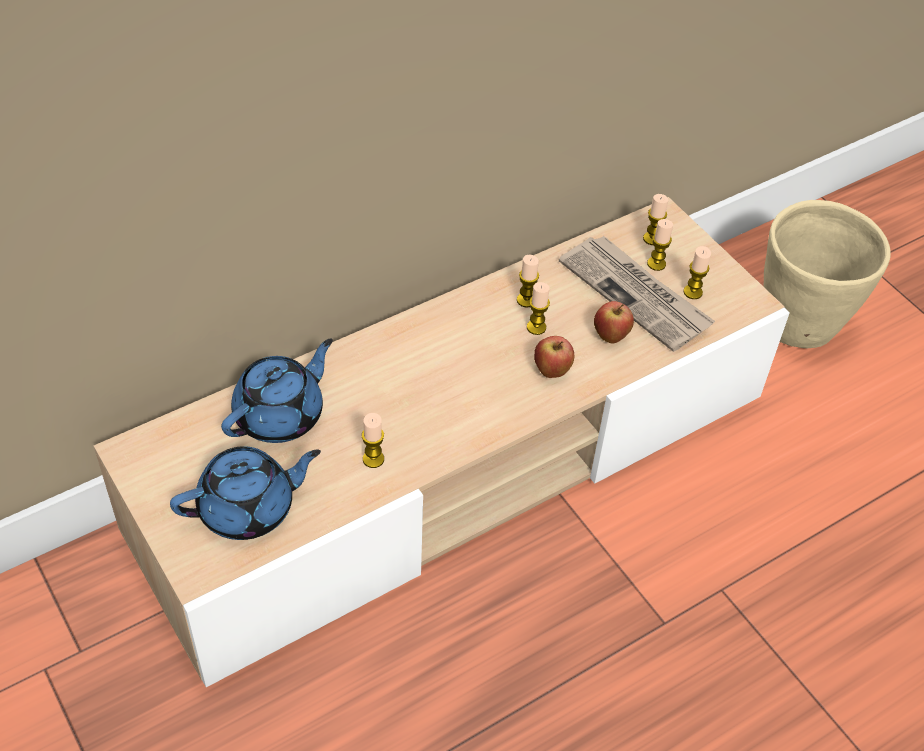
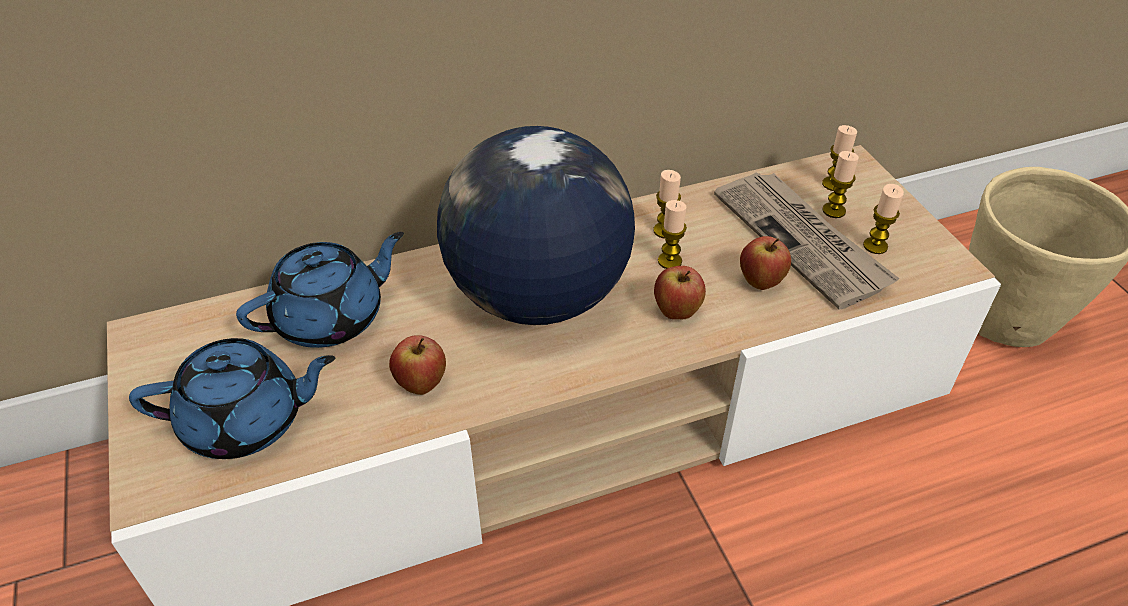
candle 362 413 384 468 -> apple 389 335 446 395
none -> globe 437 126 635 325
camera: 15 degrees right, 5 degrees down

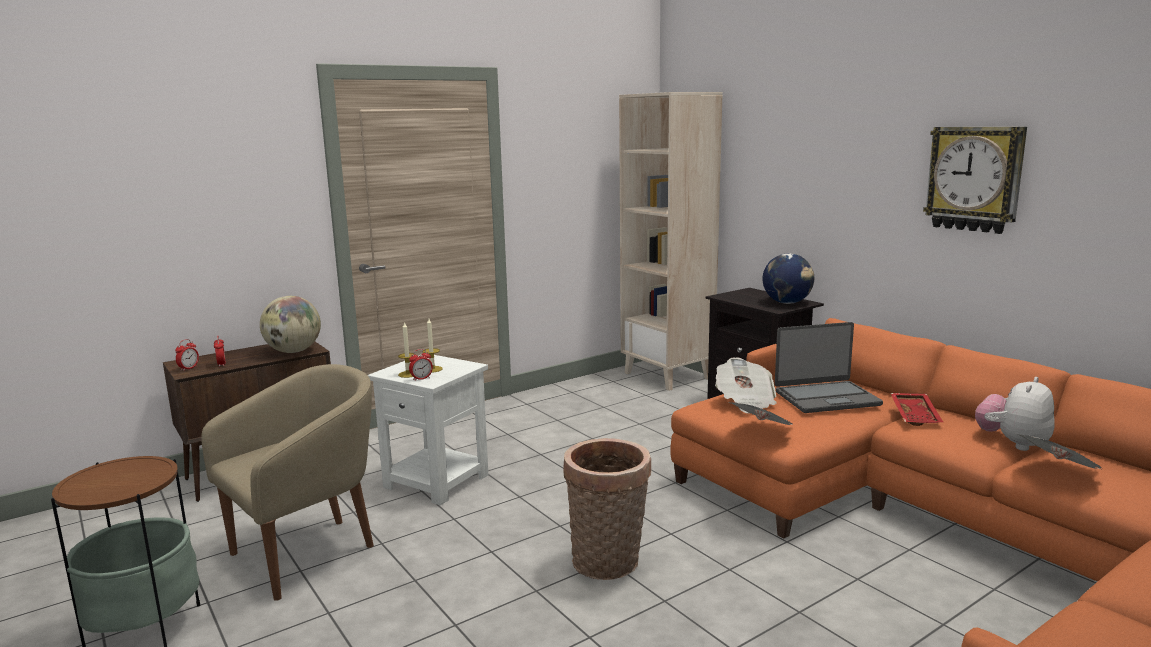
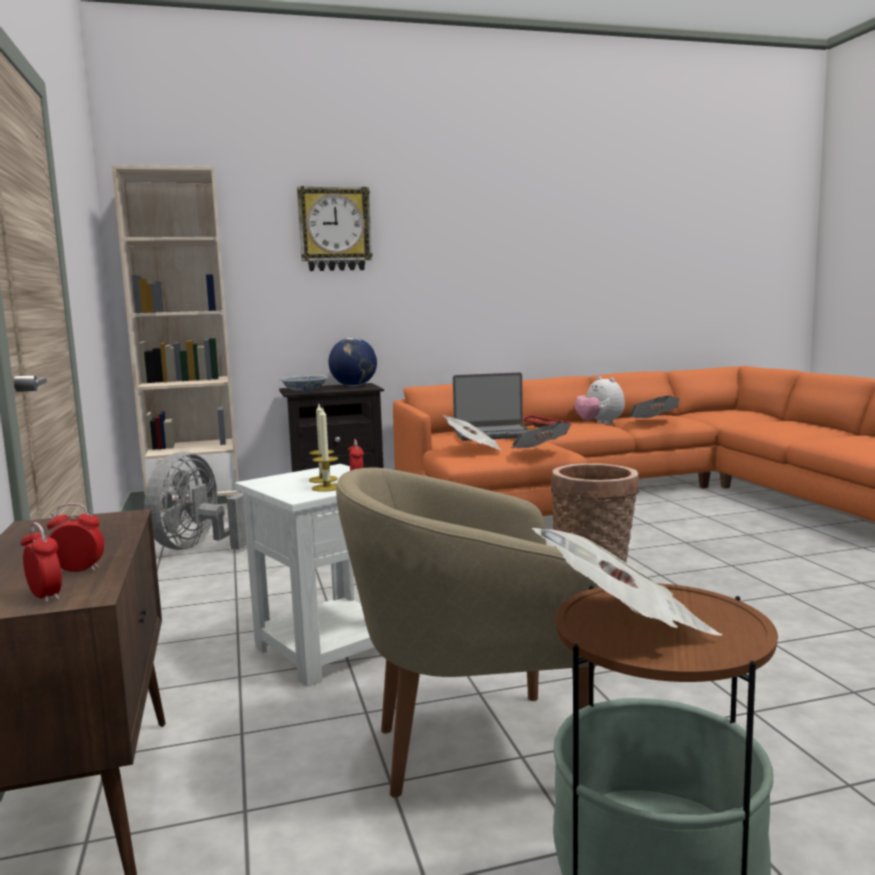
armchair in beige 201 364 374 601 -> armchair in beige 336 467 599 798, 75 degrees counterclockwise
globe 260 296 321 353 -> none
laptop 775 322 883 413 -> laptop 453 372 531 441, 75 degrees clockwise
wall clock 923 127 1027 234 -> wall clock 297 186 373 271, shifted
none -> fan in grey 144 452 247 550
none -> bowl 279 375 328 391
none -> newspaper 532 528 722 636
camera: 70 degrees left, 5 degrees down

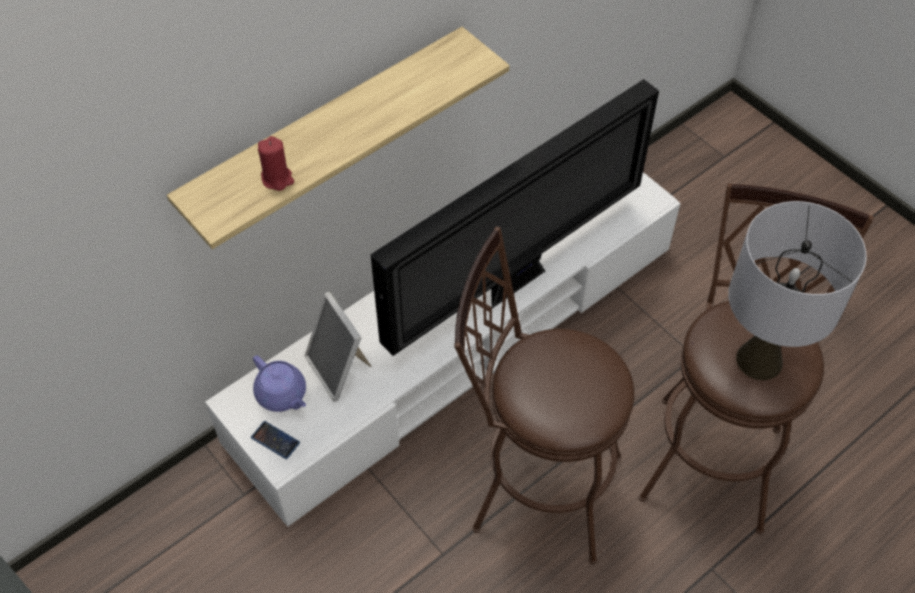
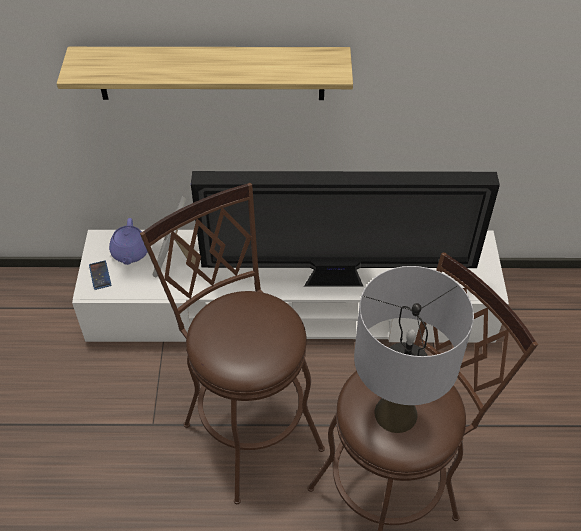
candle in red 258 136 294 191 -> none
camera: 40 degrees right, 5 degrees down

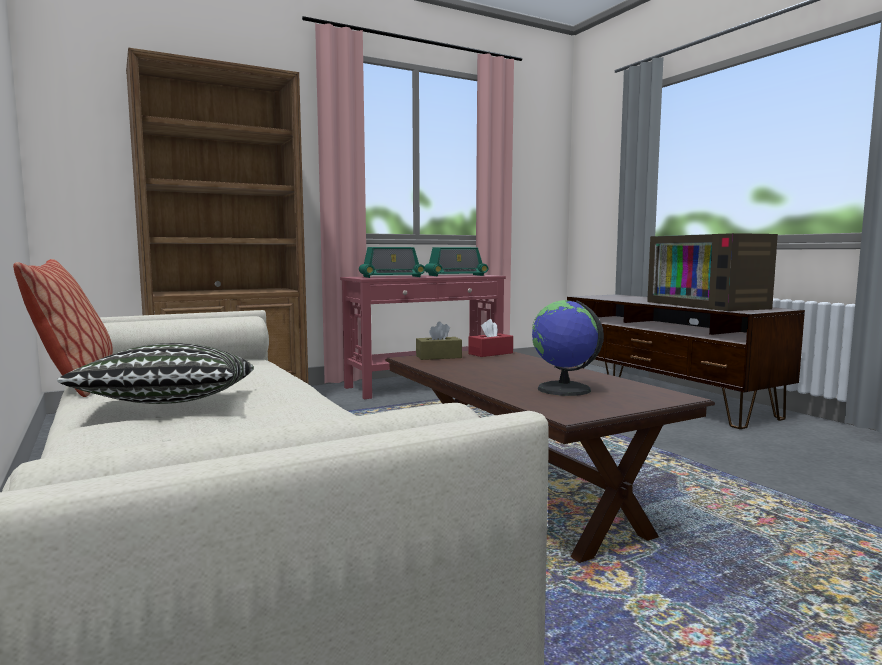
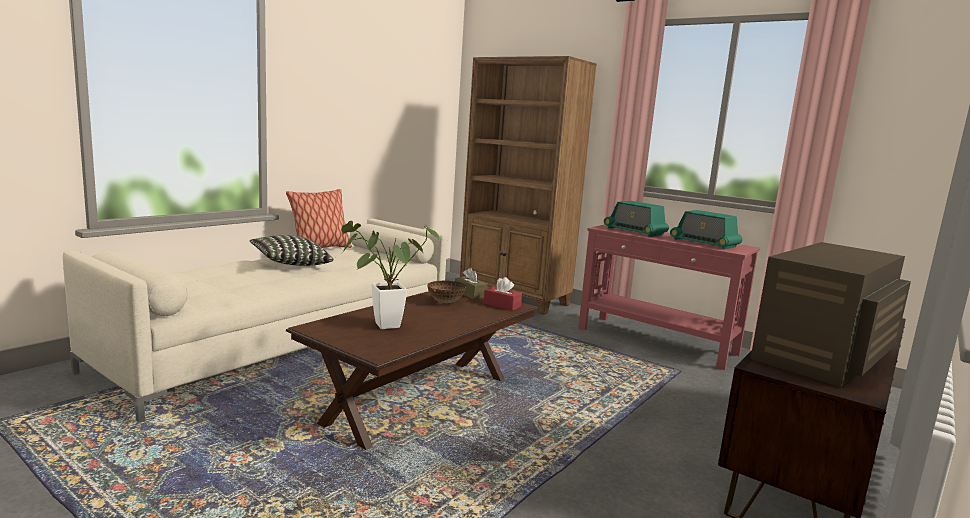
globe 532 300 604 396 -> potted plant 341 221 440 329
none -> bowl 428 281 466 303
camera: 65 degrees right, 5 degrees up

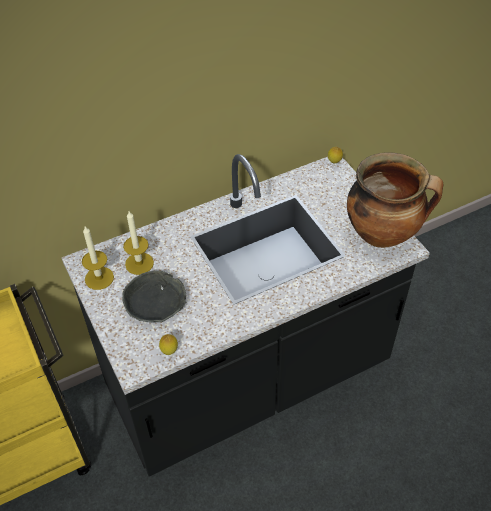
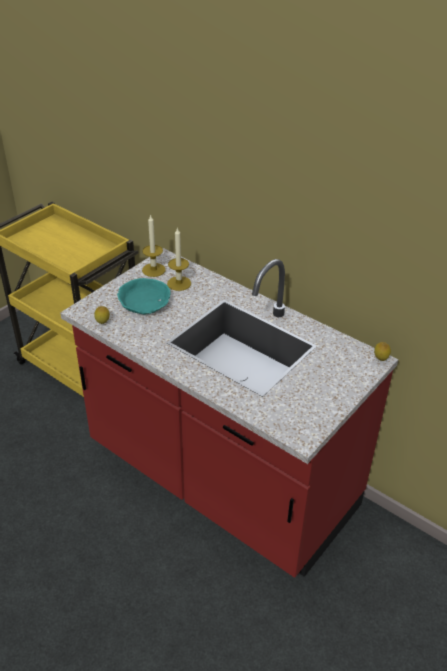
counter in black 62 154 430 476 -> counter in red 60 248 398 578
bowl in grey 122 271 186 323 -> bowl in turquoise 117 278 171 315
cooking pot 347 152 444 248 -> none
camera: 65 degrees right, 10 degrees down

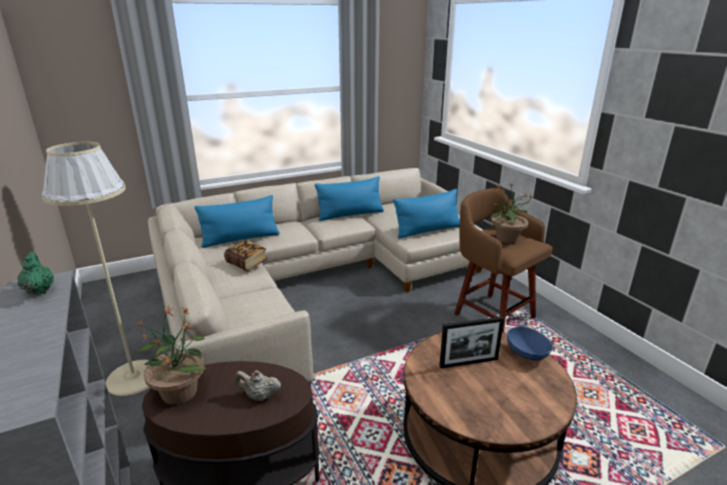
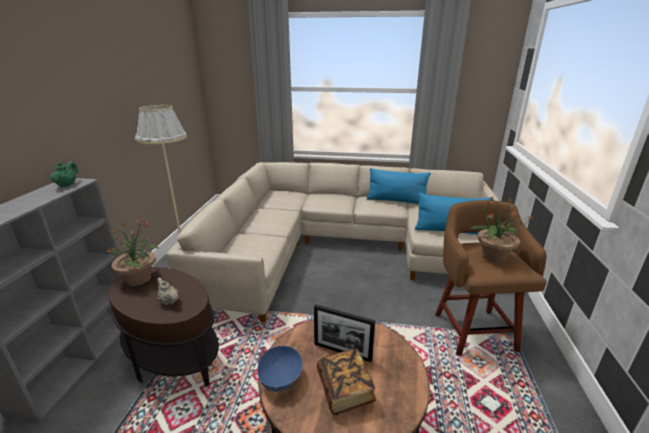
pillow in blue 195 195 279 248 -> none
book 224 240 268 271 -> book 317 349 376 415, shifted
bowl in blue 507 326 553 361 -> bowl in blue 257 346 303 391, shifted
camera: 35 degrees right, 0 degrees up

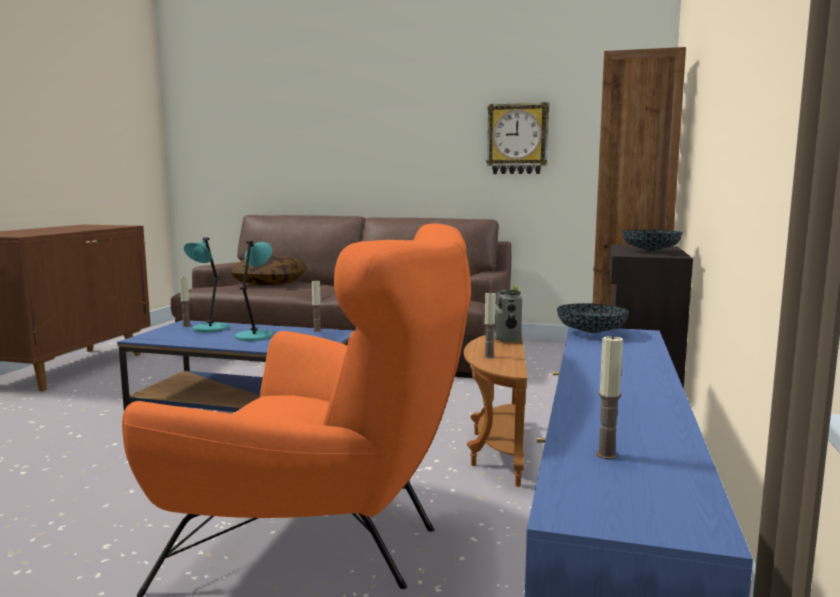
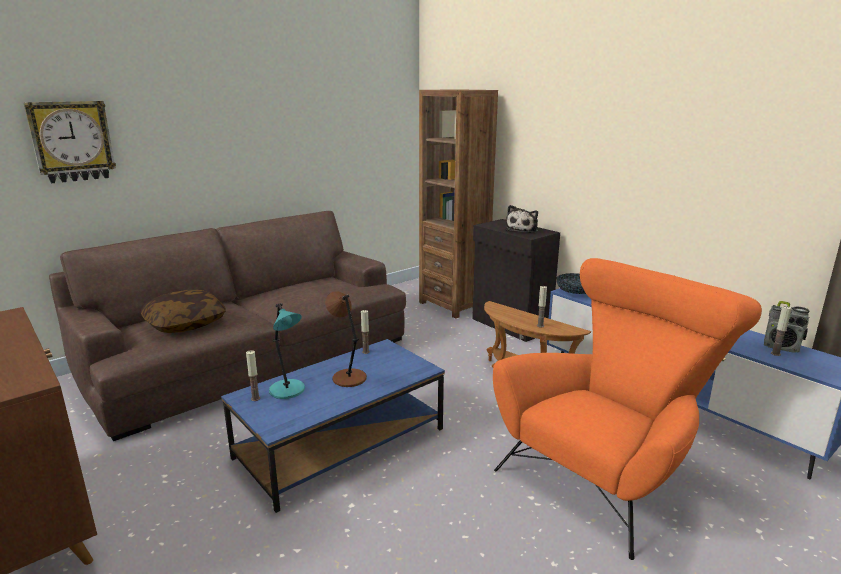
table lamp in turquoise 235 241 273 341 -> table lamp in brown 325 291 367 387
wall clock 487 102 549 174 -> wall clock 23 101 116 183, shifted
radio 494 285 522 343 -> radio 764 301 810 353, shifted
bowl 622 230 683 252 -> plush toy 505 205 538 233
camera: 55 degrees left, 10 degrees up

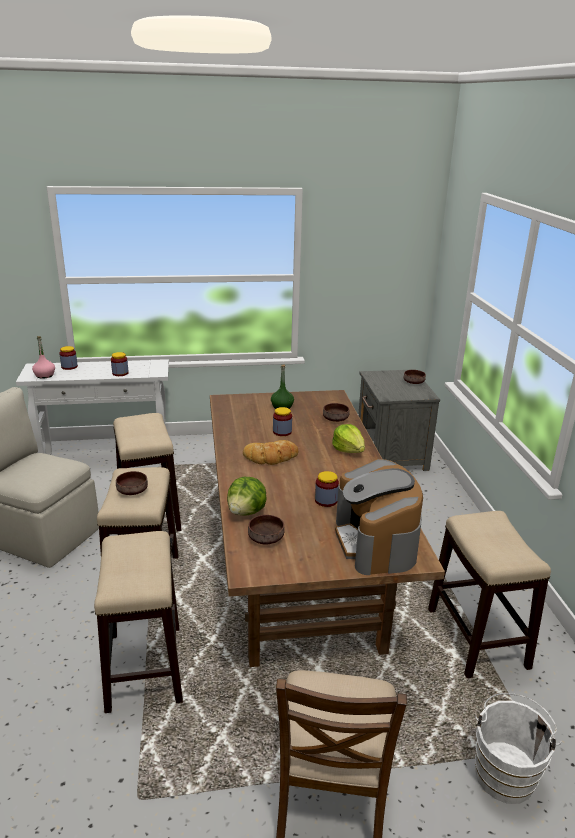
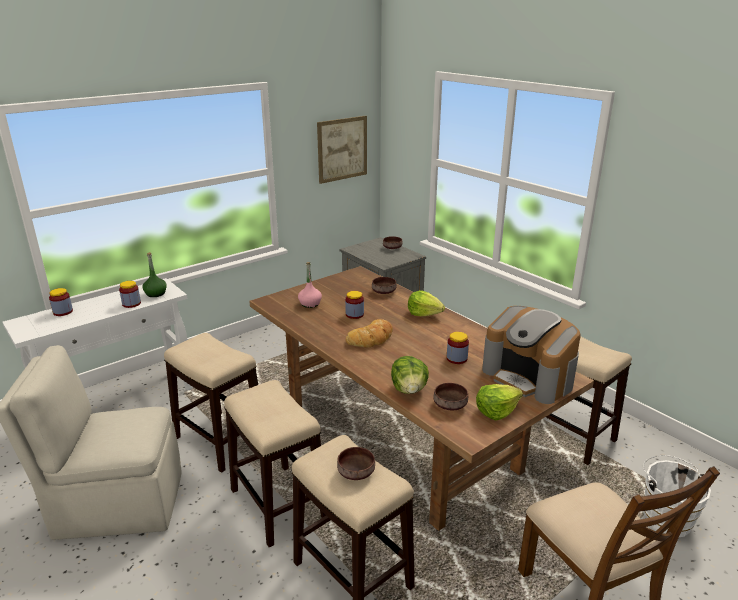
bottle in pink 32 336 55 379 -> bottle in pink 298 262 322 308, shifted
bowl in brown 116 471 148 495 -> bowl in brown 337 447 375 480, shifted
bottle in green 271 364 294 409 -> bottle in green 142 252 167 297, shifted
none -> picture 317 116 367 184
none -> lettuce 476 384 523 420
camera: 30 degrees left, 0 degrees up

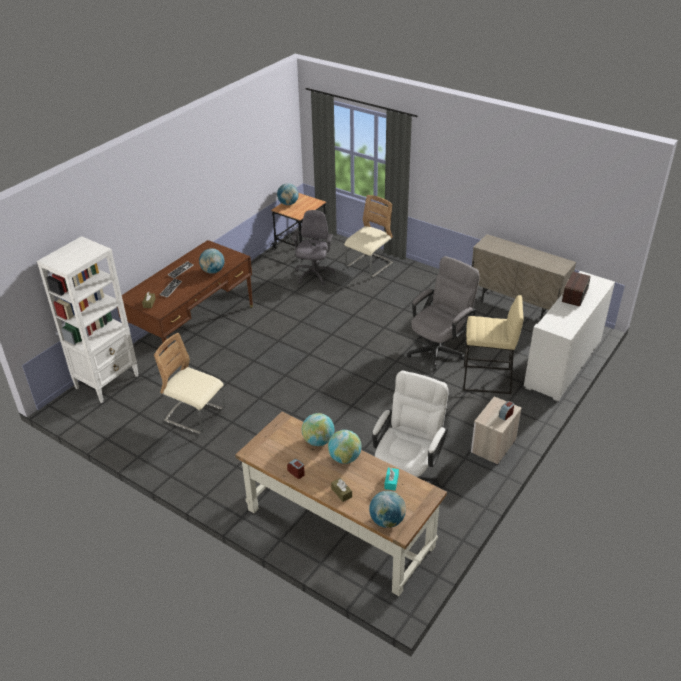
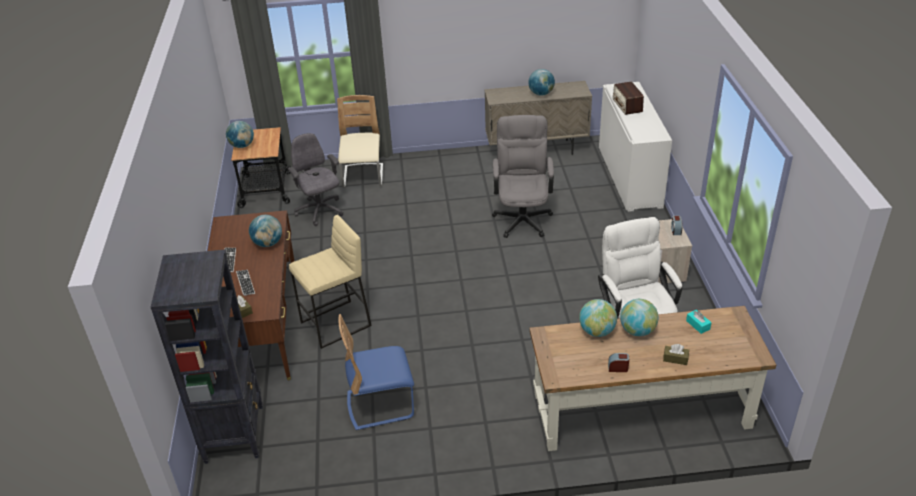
bookcase in white 37 236 139 403 -> bookcase in black 151 250 263 464
chair in beige 154 333 225 434 -> chair in blue 338 314 414 430
globe 369 491 406 528 -> globe 528 69 555 96, shifted
stool in beige 463 295 524 394 -> stool in beige 289 215 372 349, shifted
camera: 40 degrees left, 0 degrees up

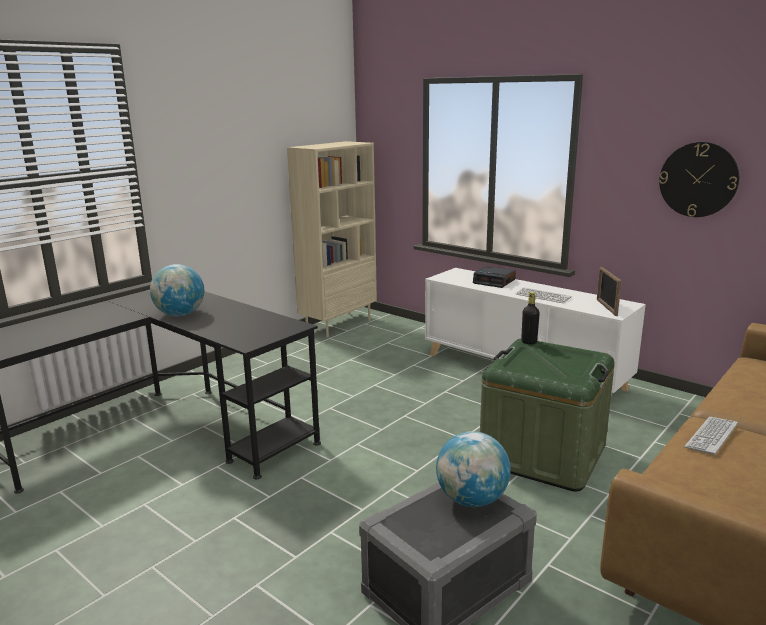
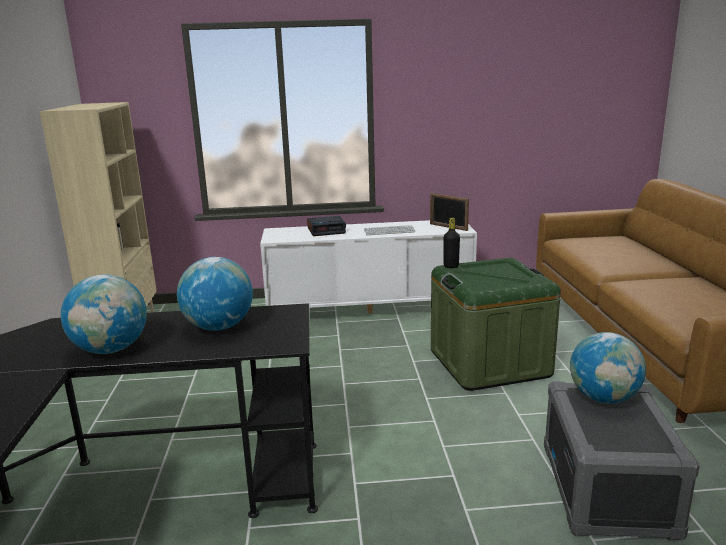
wall clock 659 142 739 217 -> none
keyboard 684 417 738 455 -> none
none -> globe 177 257 253 331
camera: 45 degrees left, 0 degrees up

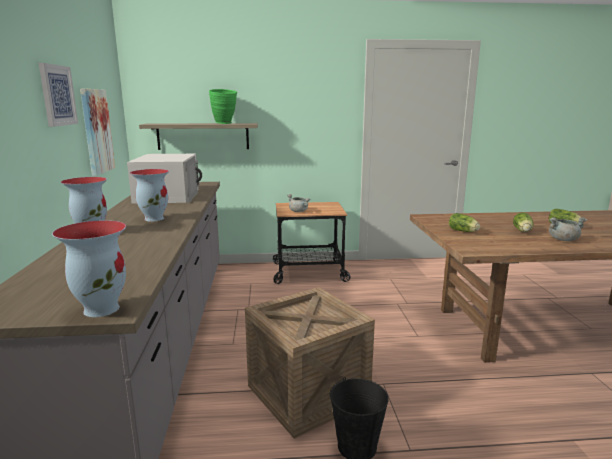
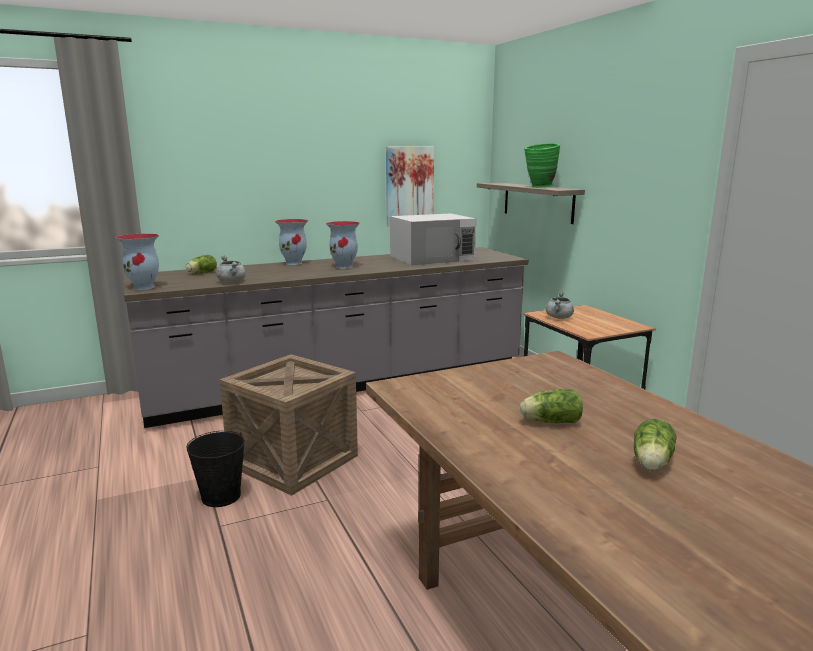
picture 39 63 78 127 -> none
lettuce 449 213 480 232 -> lettuce 186 255 217 273, shifted
cooking pot in grey 549 217 587 241 -> cooking pot in grey 216 255 246 282, shifted
camera: 70 degrees right, 0 degrees up

